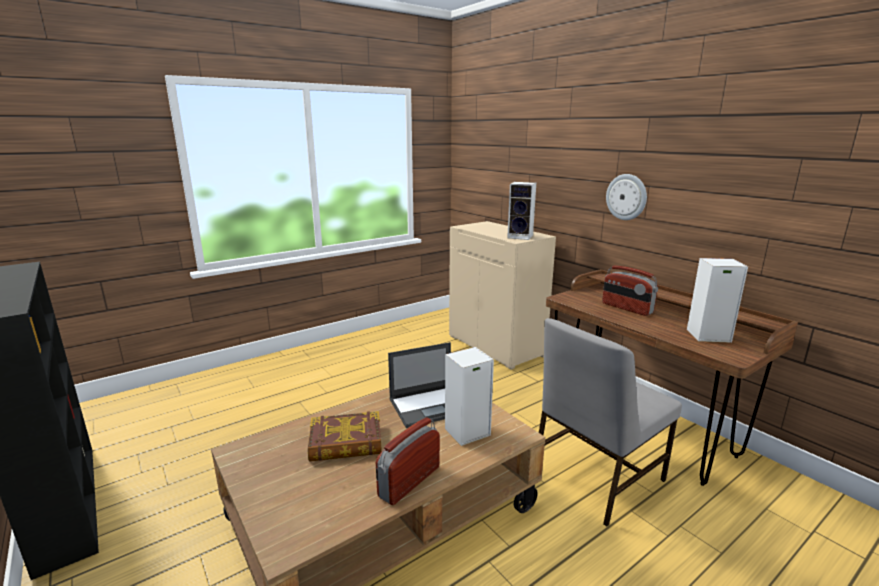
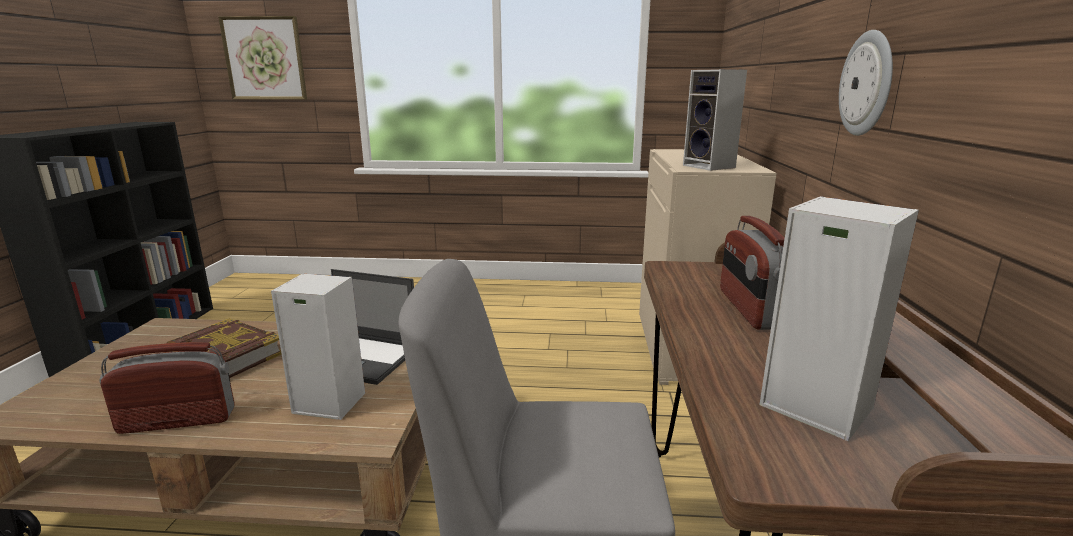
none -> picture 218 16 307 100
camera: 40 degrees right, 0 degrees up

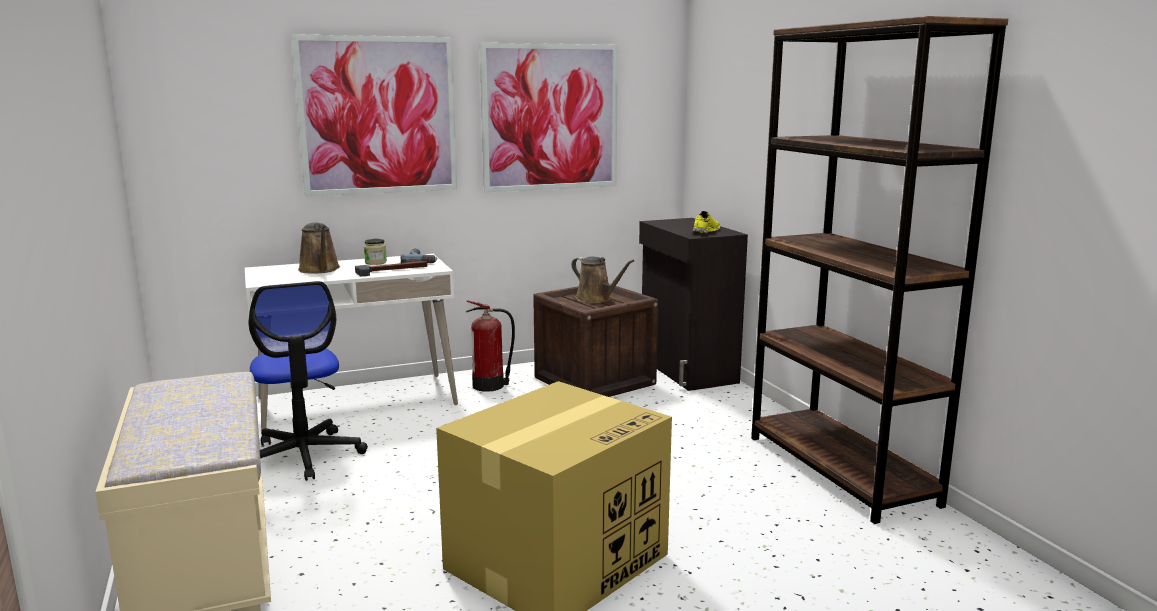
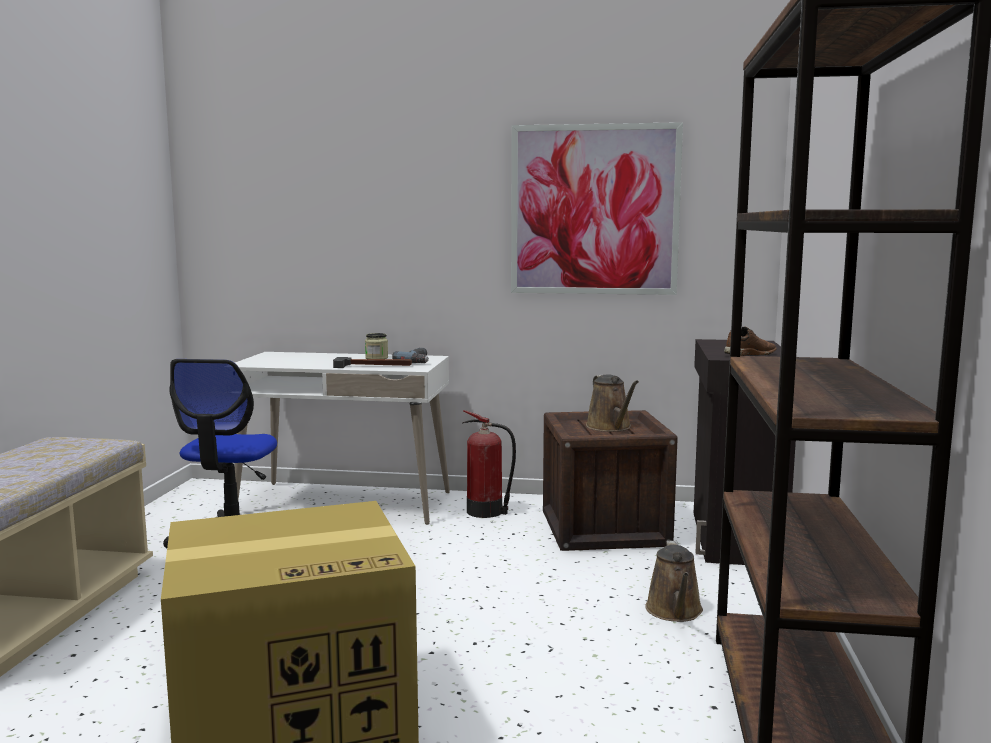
picture 291 34 457 196 -> none
watering can in brown 298 223 340 274 -> watering can in brown 645 541 703 622, shifted
shoe in yellow 693 211 720 234 -> shoe in brown 724 327 777 356
camera: 30 degrees right, 5 degrees down

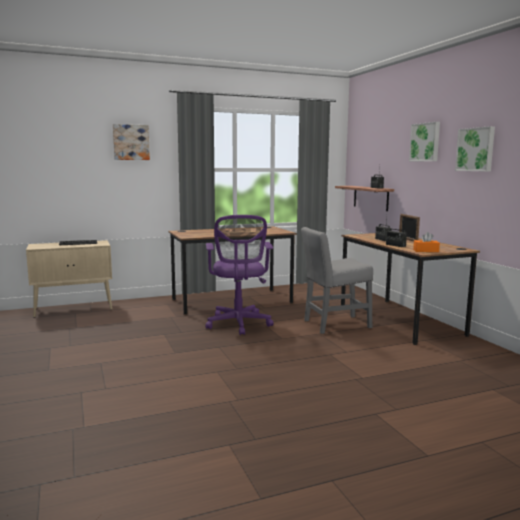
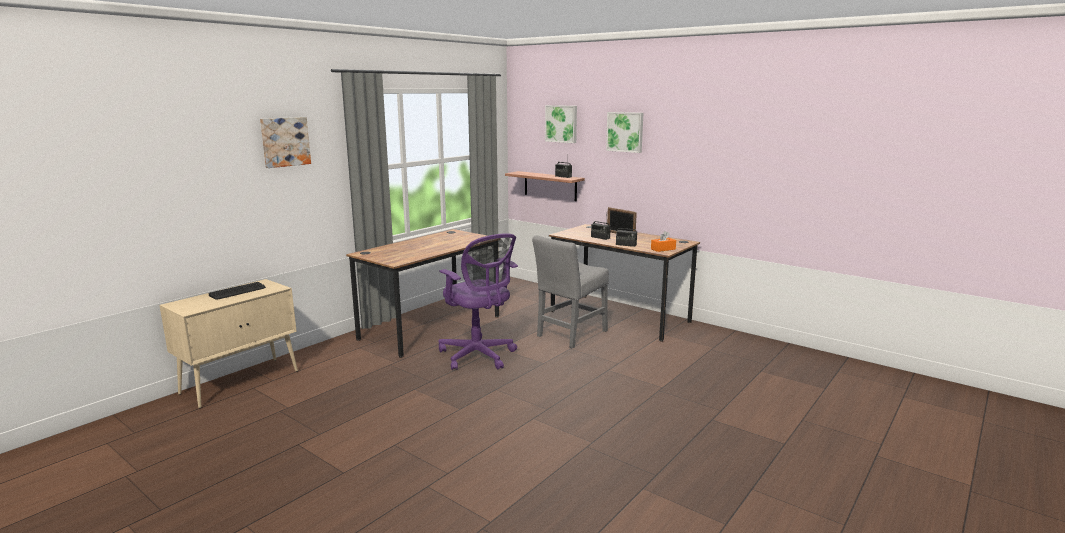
picture 455 126 495 172 -> picture 545 105 577 143, shifted
camera: 30 degrees left, 5 degrees up

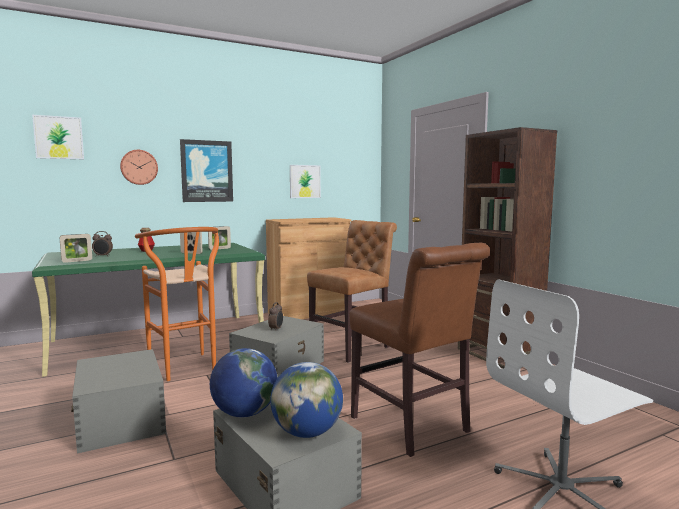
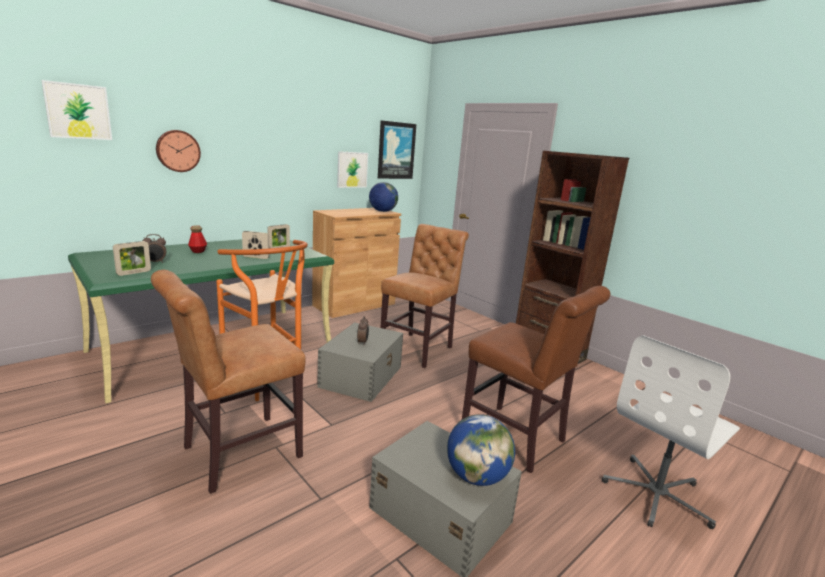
storage box in grey 71 349 166 453 -> chair in brown 151 270 305 494
picture 180 139 233 202 -> picture 378 120 416 179, shifted
globe 210 348 277 417 -> globe 369 182 398 212, shifted
camera: 15 degrees left, 10 degrees up

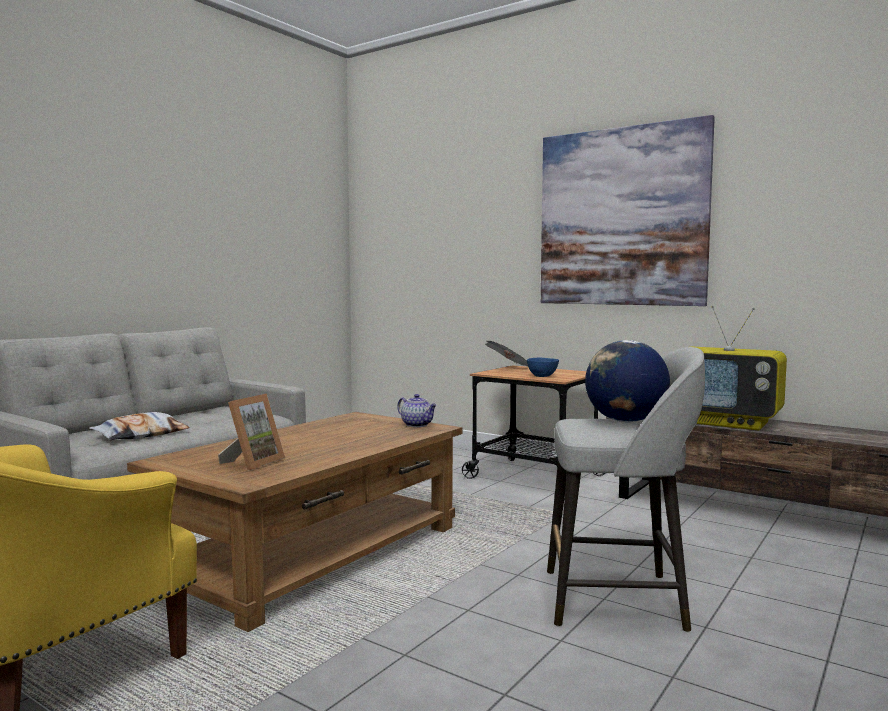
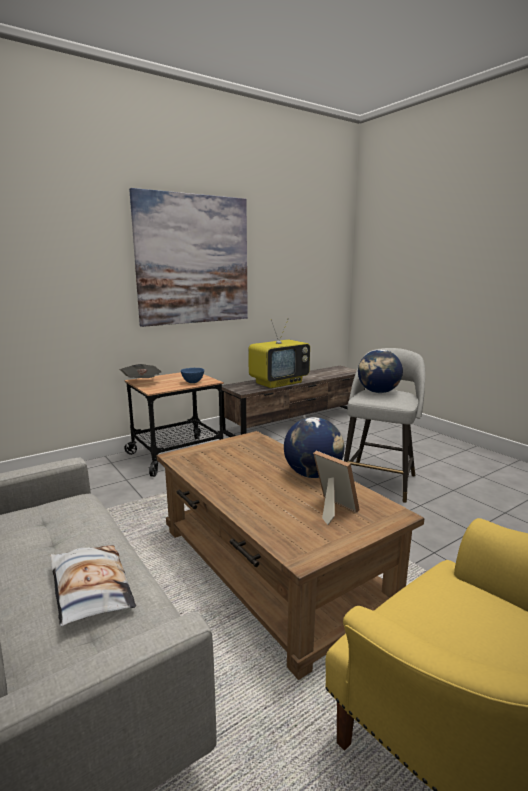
teapot 397 394 437 427 -> none
none -> globe 284 417 344 478
camera: 70 degrees left, 10 degrees up

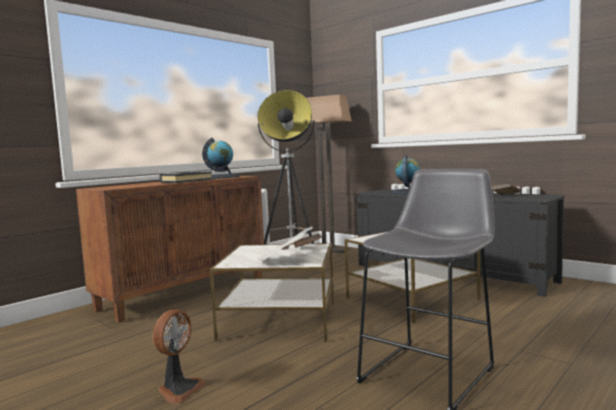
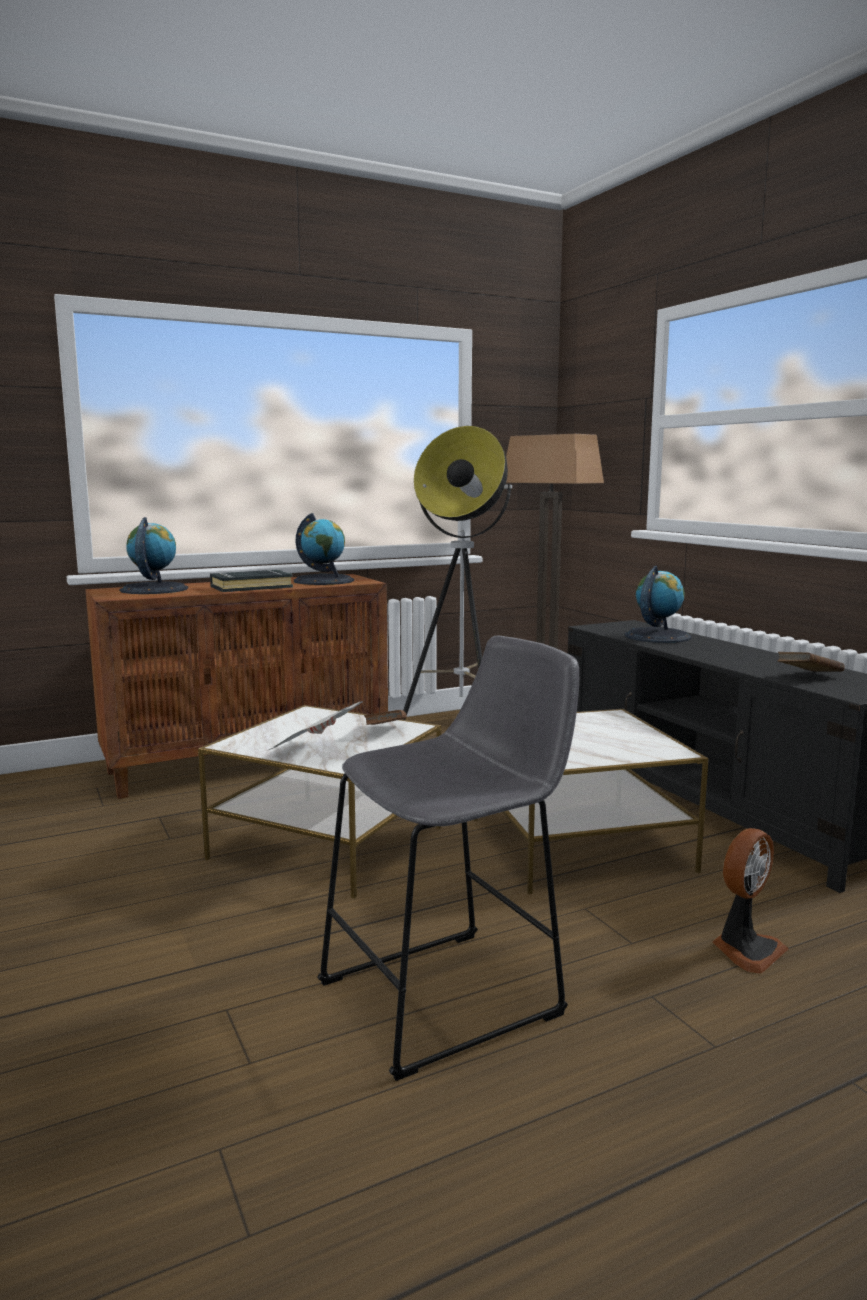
fan 152 309 207 404 -> fan 712 828 789 974, shifted
none -> globe 119 517 188 594
camera: 20 degrees right, 5 degrees up

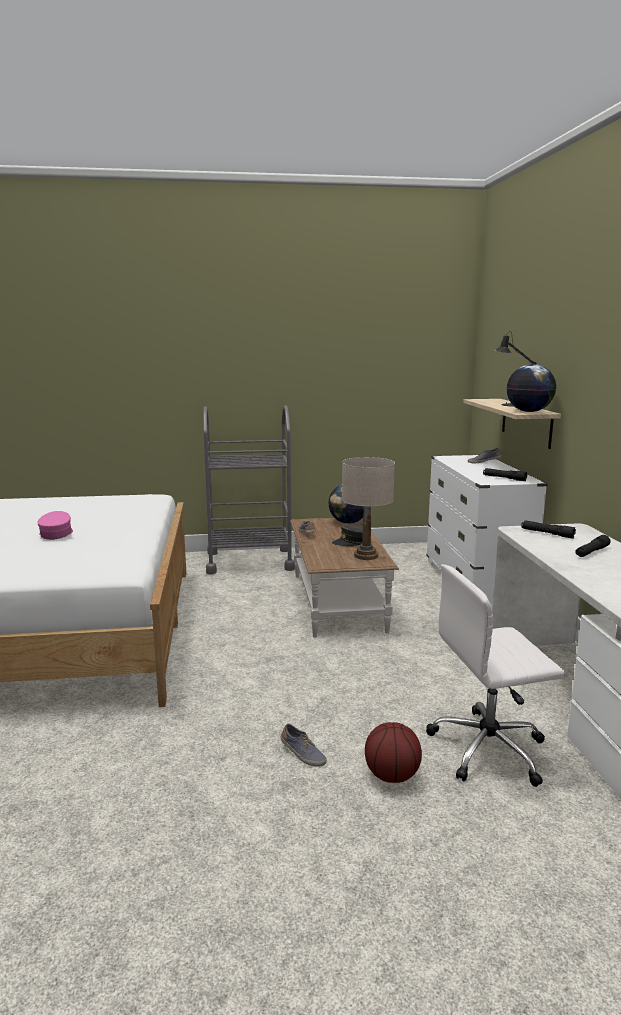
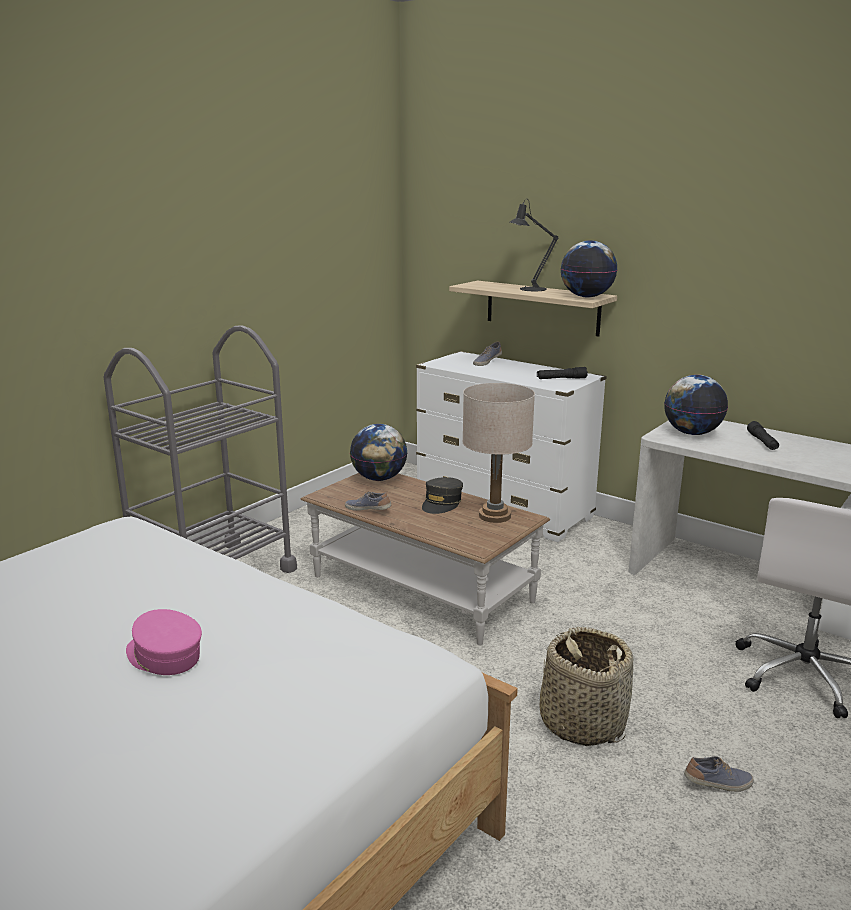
basketball 365 722 422 783 -> none
flashlight in black 521 520 576 539 -> globe 664 375 728 435
none -> basket 540 626 633 746
camera: 45 degrees left, 5 degrees up

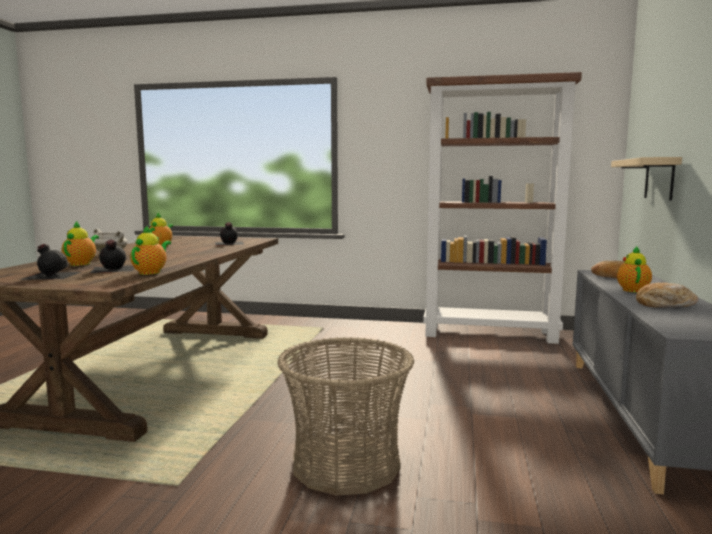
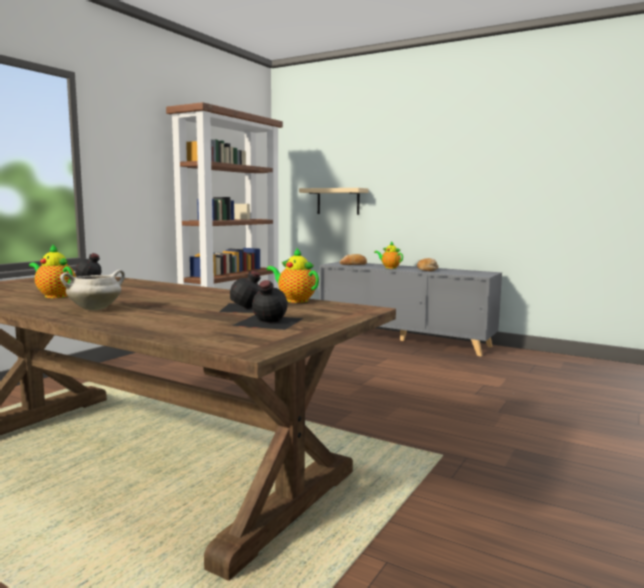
teapot 61 221 99 266 -> none
basket 277 337 414 496 -> none
camera: 70 degrees left, 0 degrees up

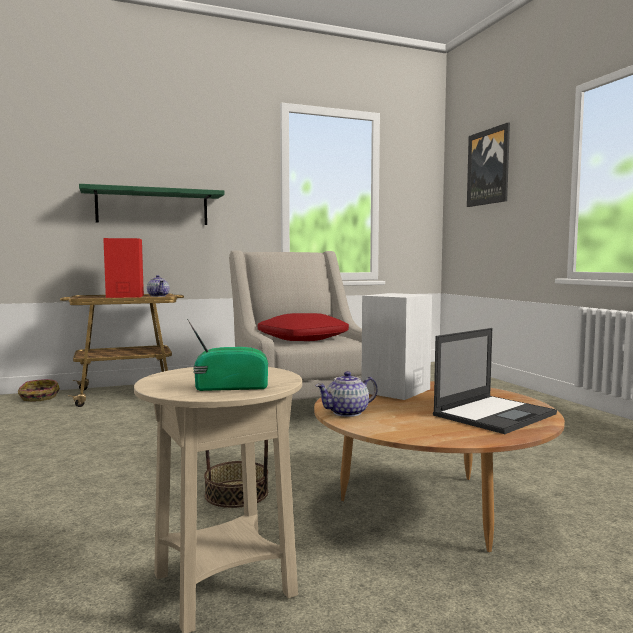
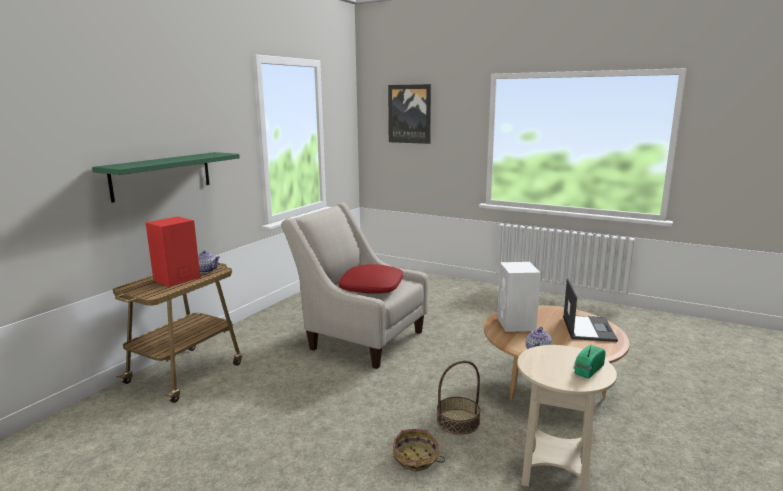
basket 18 379 60 402 -> basket 393 429 445 471, shifted
camera: 40 degrees left, 10 degrees up

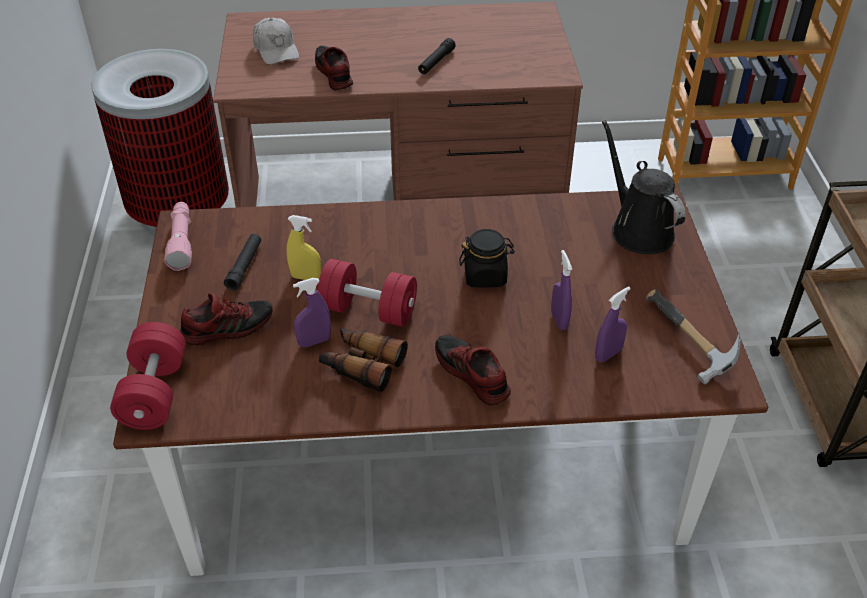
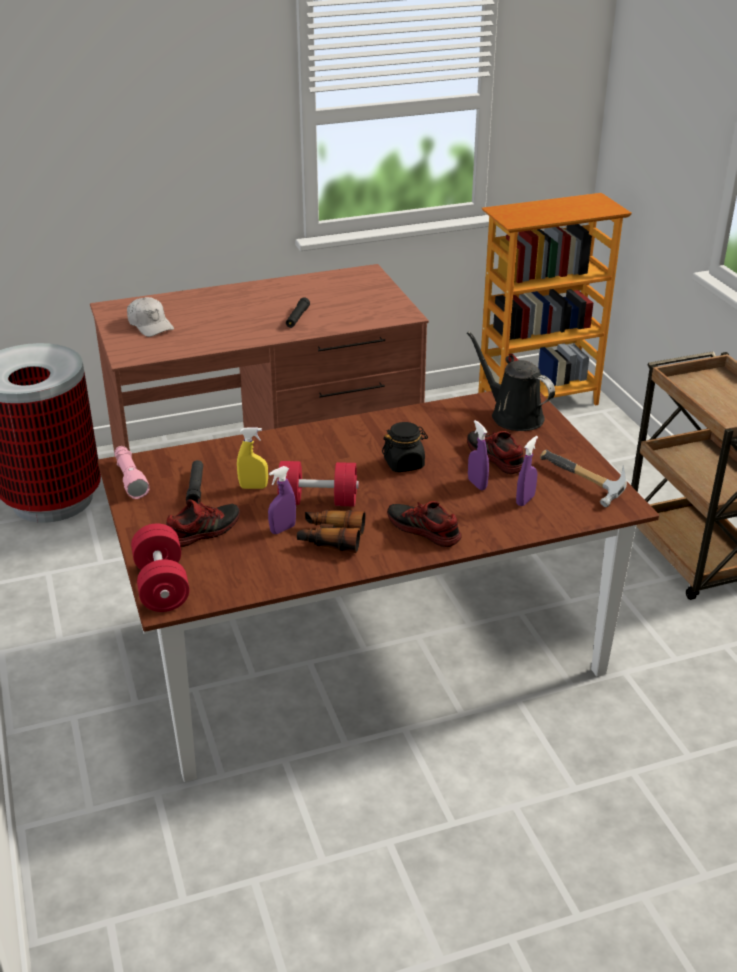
shoe 315 46 353 90 -> shoe 467 431 524 474, shifted
camera: 15 degrees left, 10 degrees down

